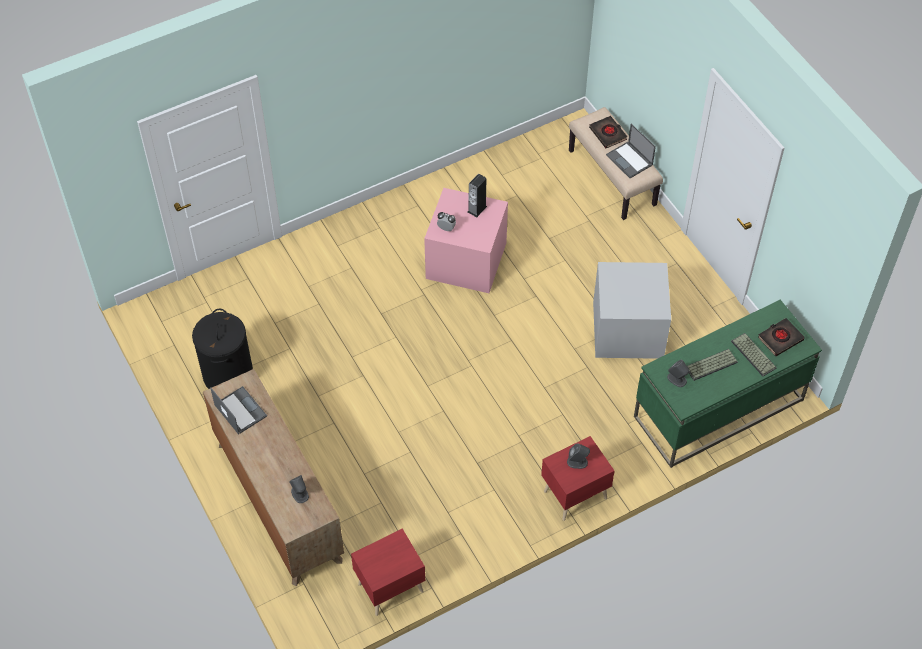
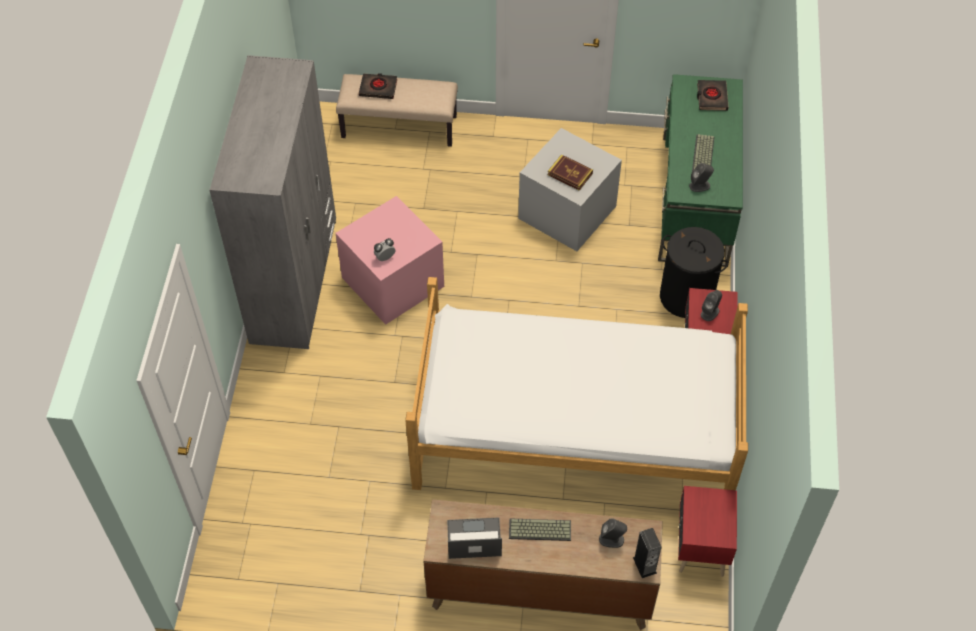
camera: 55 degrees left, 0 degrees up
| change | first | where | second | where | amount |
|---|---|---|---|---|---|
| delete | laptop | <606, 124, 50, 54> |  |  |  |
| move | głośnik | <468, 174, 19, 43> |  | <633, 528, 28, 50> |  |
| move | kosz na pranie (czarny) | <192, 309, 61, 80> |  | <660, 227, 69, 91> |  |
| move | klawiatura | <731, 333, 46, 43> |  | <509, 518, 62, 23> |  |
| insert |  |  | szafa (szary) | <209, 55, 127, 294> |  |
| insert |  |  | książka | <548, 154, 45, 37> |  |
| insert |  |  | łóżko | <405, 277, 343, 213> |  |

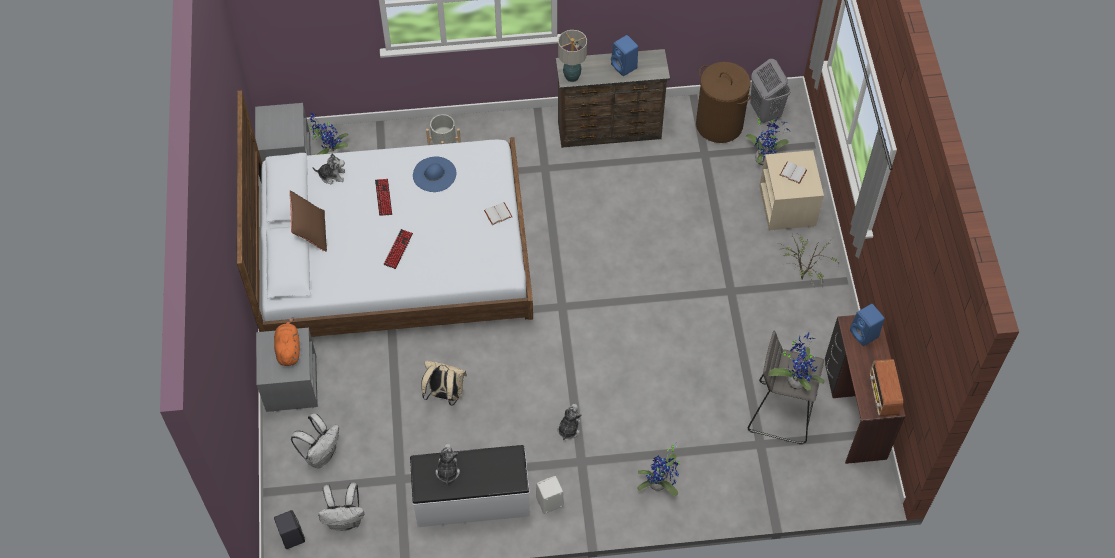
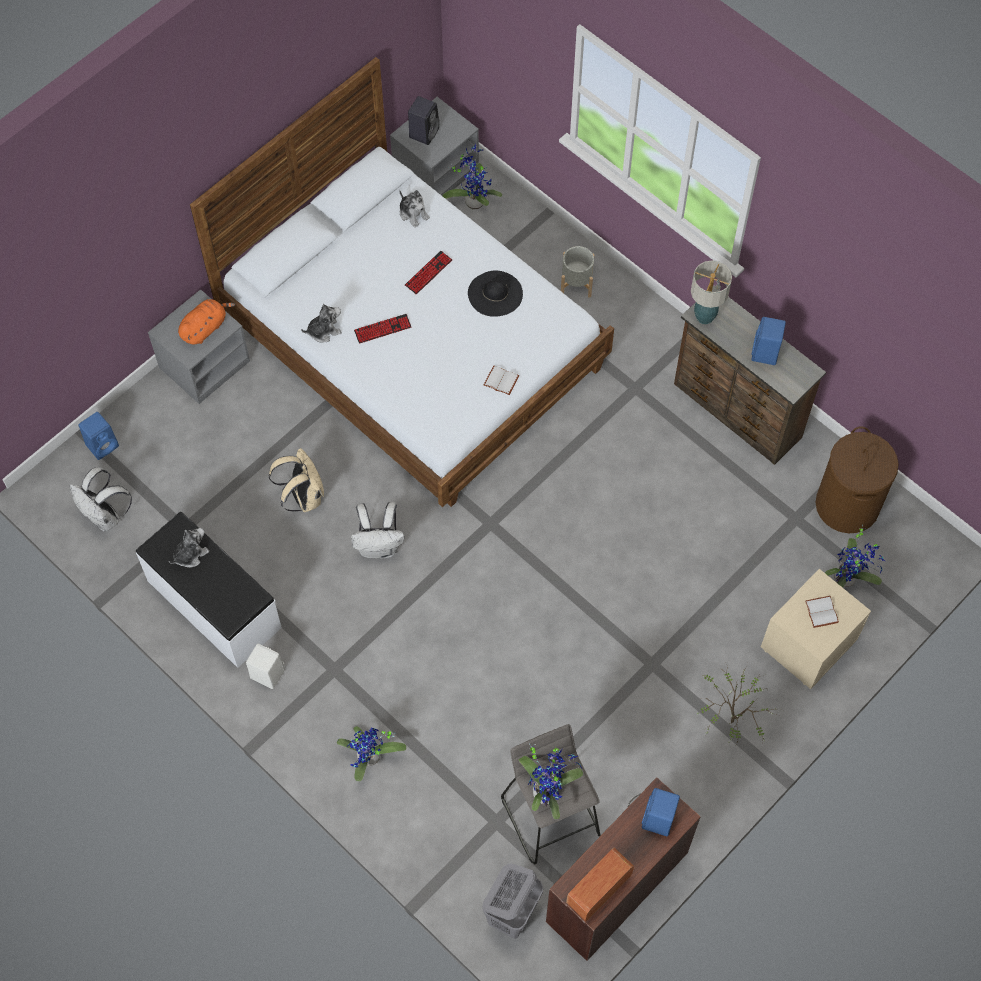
camera: 50 degrees right, 5 degrees up
| change | first | where | second | where | amount |
|---|---|---|---|---|---|
| move | kosz na pranie (szary) | <750, 59, 41, 64> |  | <482, 863, 61, 76> |  |
| recolor | kapelusz (niebieski) | <413, 157, 44, 35> | kapelusz (czarny) | <468, 271, 55, 46> |  |
| delete | poduszka (brązowy) | <289, 190, 38, 62> |  |  |  |
| move | pluszak | <558, 404, 24, 36> |  | <301, 304, 41, 38> |  |
| move | plecak (biały) | <291, 413, 48, 56> |  | <351, 502, 53, 57> |  |
| move | głośnik (czarny) | <274, 510, 31, 39> |  | <408, 96, 32, 49> |  |
| insert |  |  | głośnik (niebieski) | <78, 412, 41, 48> |  |

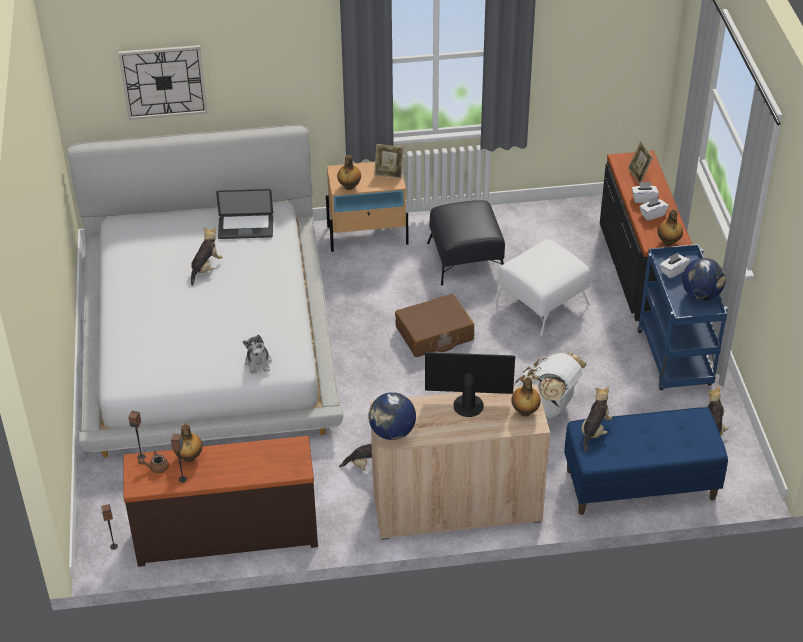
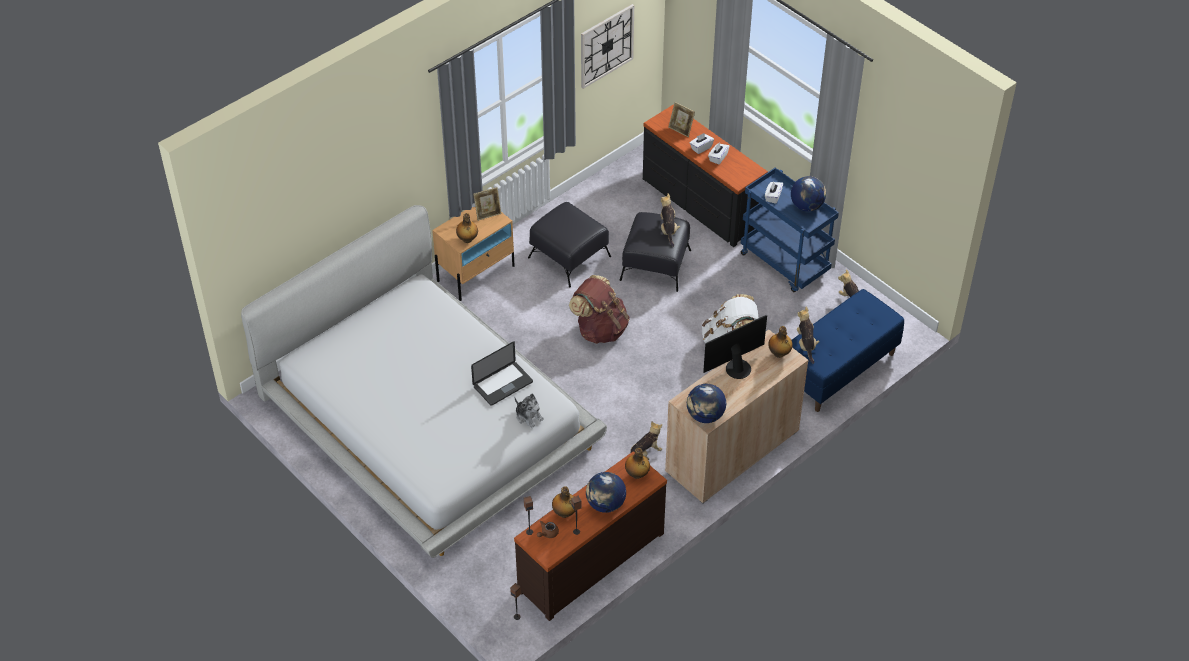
camera: 35 degrees left, 5 degrees up
| change | first | where | second | where | amount |
|---|---|---|---|---|---|
| move | zegar ścienny | <118, 45, 90, 75> |  | <581, 4, 53, 85> |  |
| move | laptop | <216, 189, 57, 50> |  | <471, 341, 62, 65> |  |
| move | butelka | <657, 209, 26, 37> |  | <625, 448, 25, 31> |  |
| move | pluszak | <191, 227, 32, 59> |  | <661, 193, 19, 54> |  |
| recolor | pufa (biały) | <494, 239, 96, 97> | pufa (czarny) | <620, 212, 71, 80> |  |
| replace | walizka (brązowy) | <395, 294, 79, 63> | plecak (brązowy) | <569, 275, 61, 69> |  |
| insert |  |  | globus | <586, 472, 40, 41> |  |

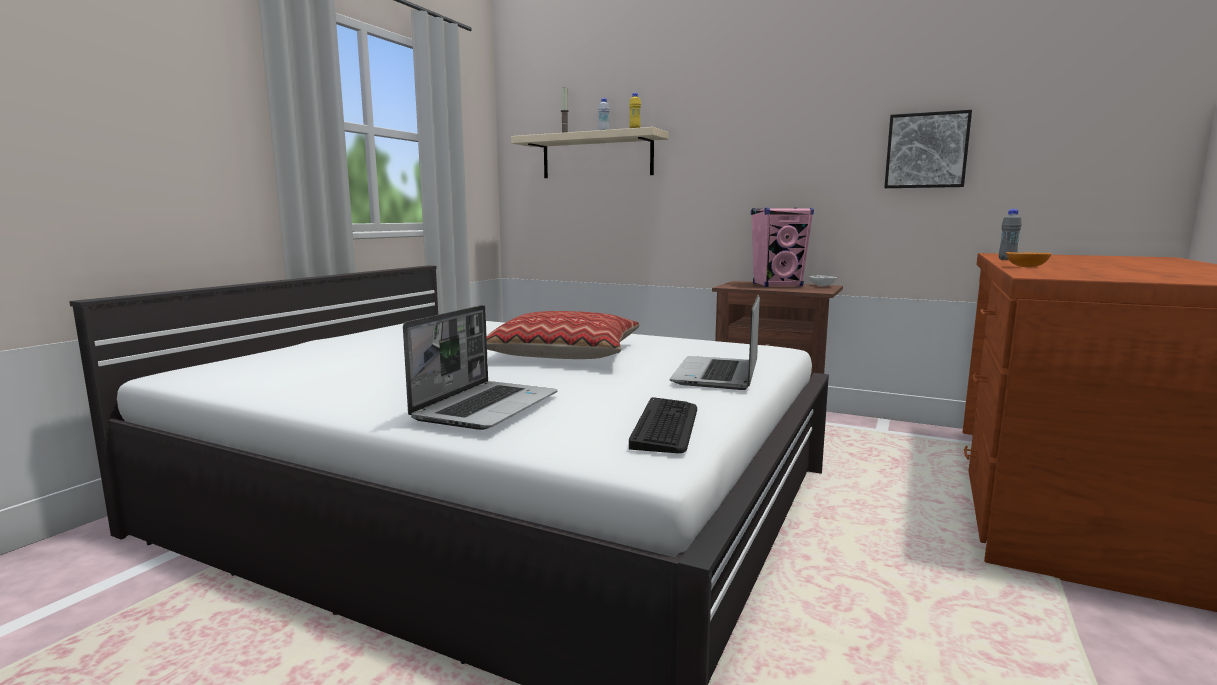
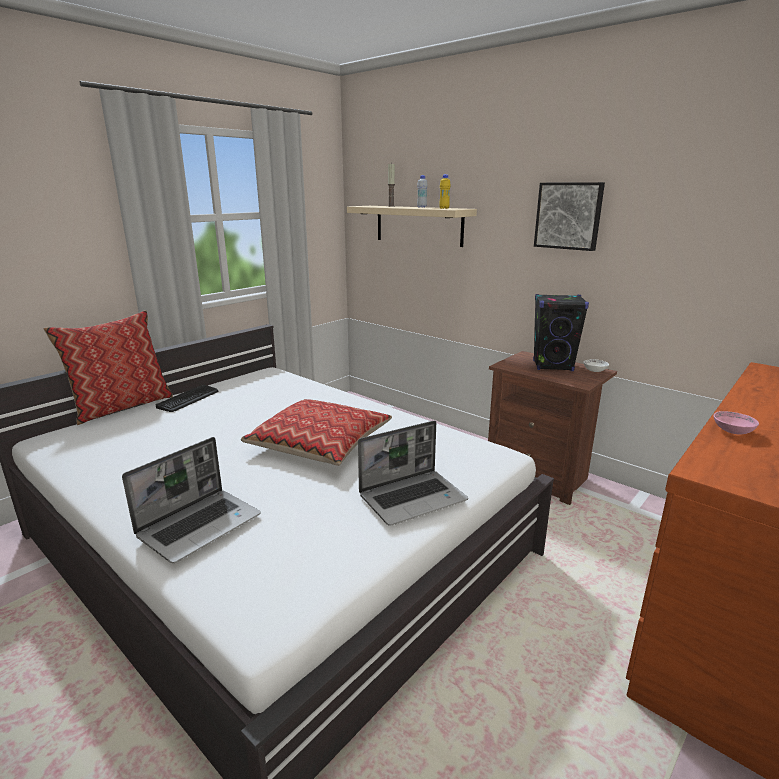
camera: 15 degrees right, 10 degrees up
| change | first | where | second | where | amount |
|---|---|---|---|---|---|
| move | obraz | <884, 110, 88, 78> |  | <534, 182, 71, 69> |  |
| recolor | głośnik (różowy) | <751, 208, 63, 79> | głośnik (czarny) | <533, 294, 56, 77> |  |
| delete | butelka (szary) | <999, 209, 22, 51> |  |  |  |
| recolor | miska (pomarańczowy) | <1006, 252, 45, 15> | miska (różowy) | <713, 411, 46, 23> |  |
| rotate | laptop | <670, 295, 90, 95> |  | <358, 420, 110, 106> | 150 degrees counterclockwise |
| move | klawiatura | <629, 397, 68, 56> |  | <156, 385, 62, 27> |  |
| insert |  |  | poduszka | <43, 310, 130, 115> |  |

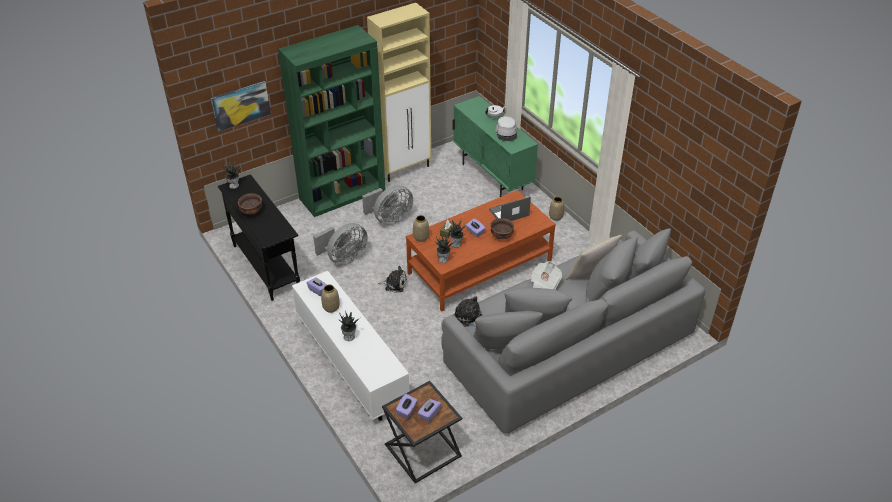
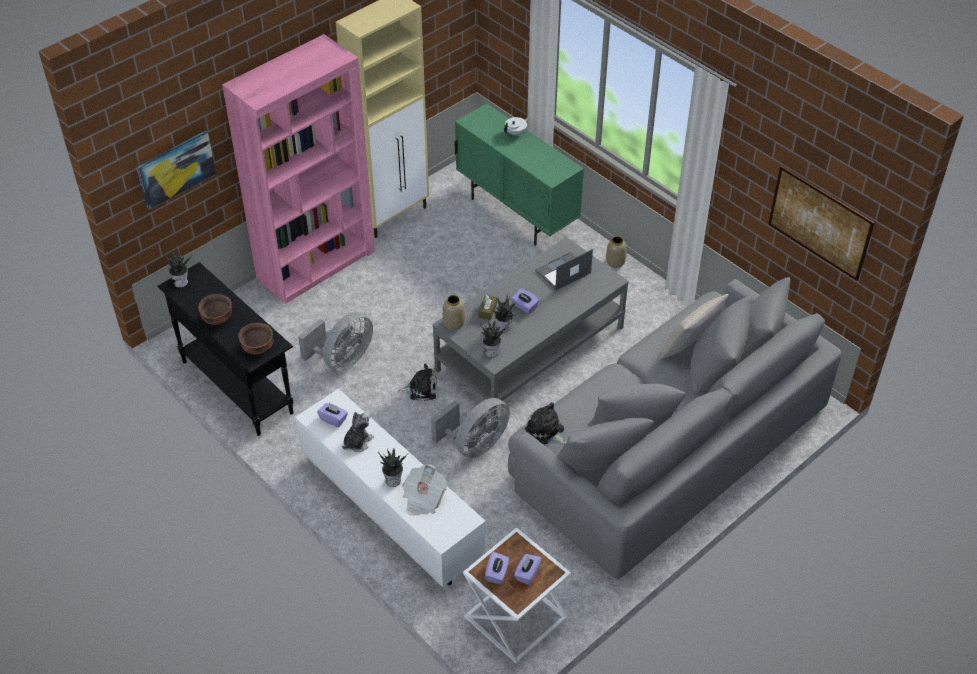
camera: 10 degrees left, 5 degrees up
| change | first | where | second | where | amount |
|---|---|---|---|---|---|
| recolor | regał (zielony) | <278, 25, 108, 192> | regał (różowy) | <222, 34, 153, 270> |  |
| delete | kapelusz (szary) | <495, 116, 22, 25> |  |  |  |
| move | wentylator (szary) | <362, 185, 51, 40> |  | <431, 398, 79, 60> |  |
| recolor | ława (brązowy) | <406, 190, 150, 122> | ława (szary) | <432, 237, 197, 183> |  |
| move | miska (brązowy) | <490, 218, 24, 21> |  | <238, 323, 35, 31> |  |
| move | gazeta | <531, 261, 31, 29> |  | <402, 464, 45, 52> |  |
| replace | wazon | <321, 284, 19, 29> | pluszak | <342, 412, 32, 40> |  |
| recolor | stolik (czarny) | <382, 381, 80, 102> | stolik (biały) | <463, 527, 108, 136> |  |
| insert |  |  | obraz | <768, 166, 107, 115> |  |

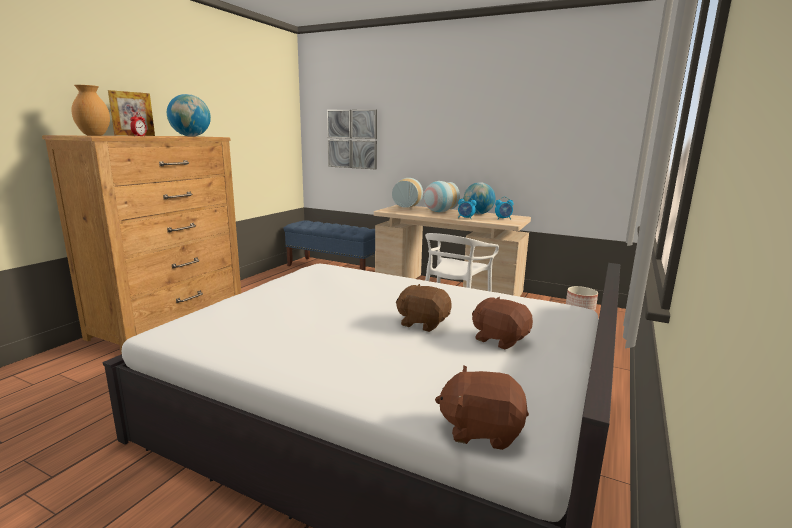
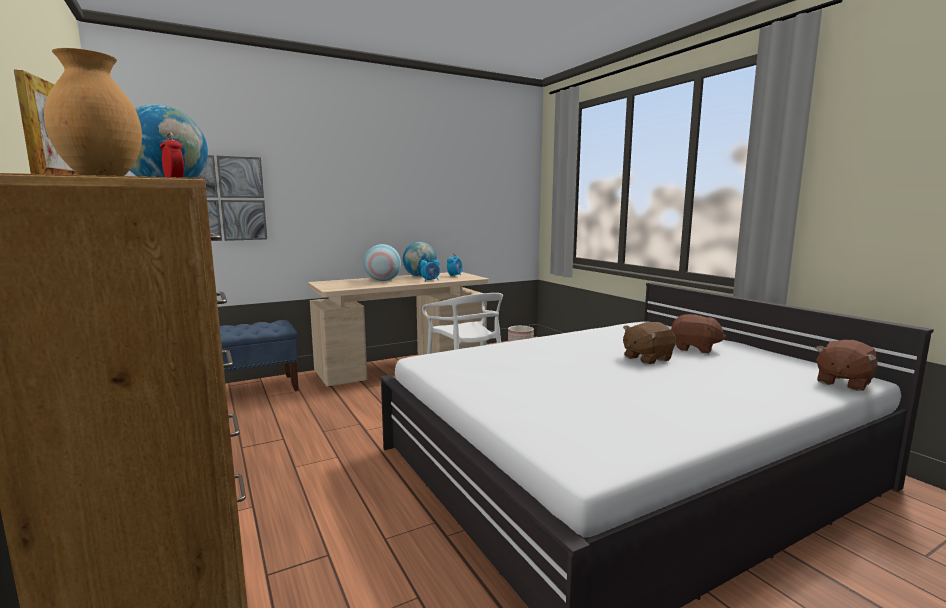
camera: 55 degrees left, 5 degrees down
| change | first | where | second | where | amount |
|---|---|---|---|---|---|
| delete | wazon | <392, 178, 31, 30> |  |  |  |
| rotate | pluszak (brązowy) | <472, 297, 61, 52> |  | <671, 314, 55, 40> | 135 degrees counterclockwise |

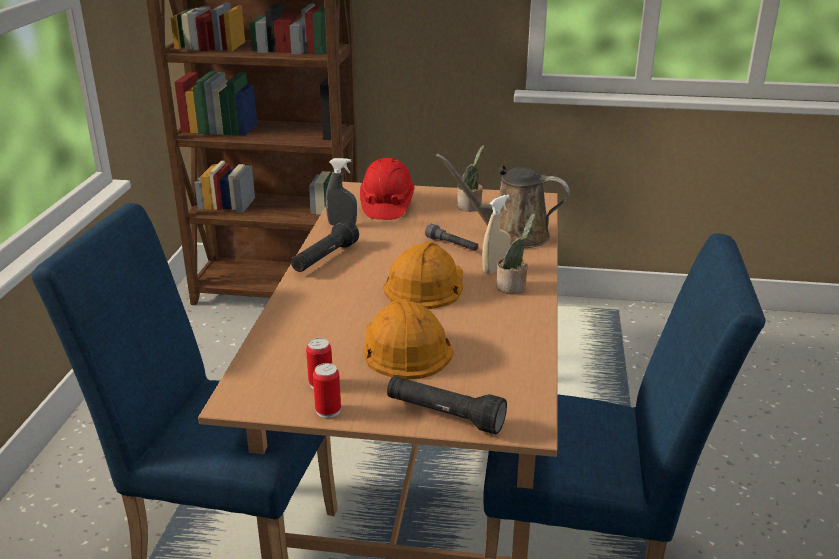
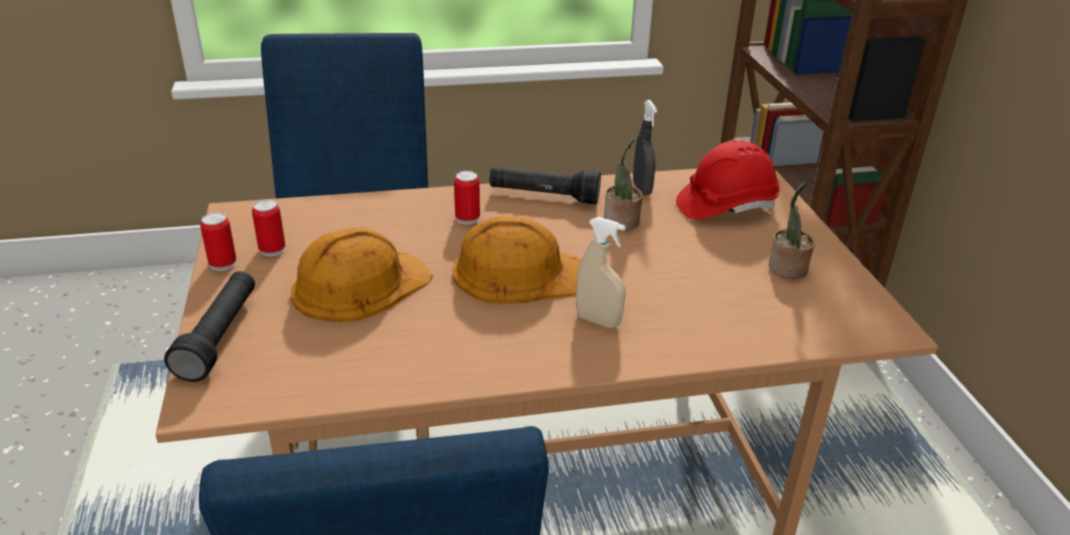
camera: 70 degrees right, 5 degrees up
| change | first | where | second | where | amount |
|---|---|---|---|---|---|
| delete | konewka (brązowy) | <436, 154, 134, 94> |  |  |  |
| move | roślina doniczkowa | <496, 213, 40, 81> |  | <604, 138, 39, 92> |  |
| delete | latarka (szary) | <425, 224, 53, 27> |  |  |  |
| insert |  |  | puszka | <454, 171, 26, 54> |  |

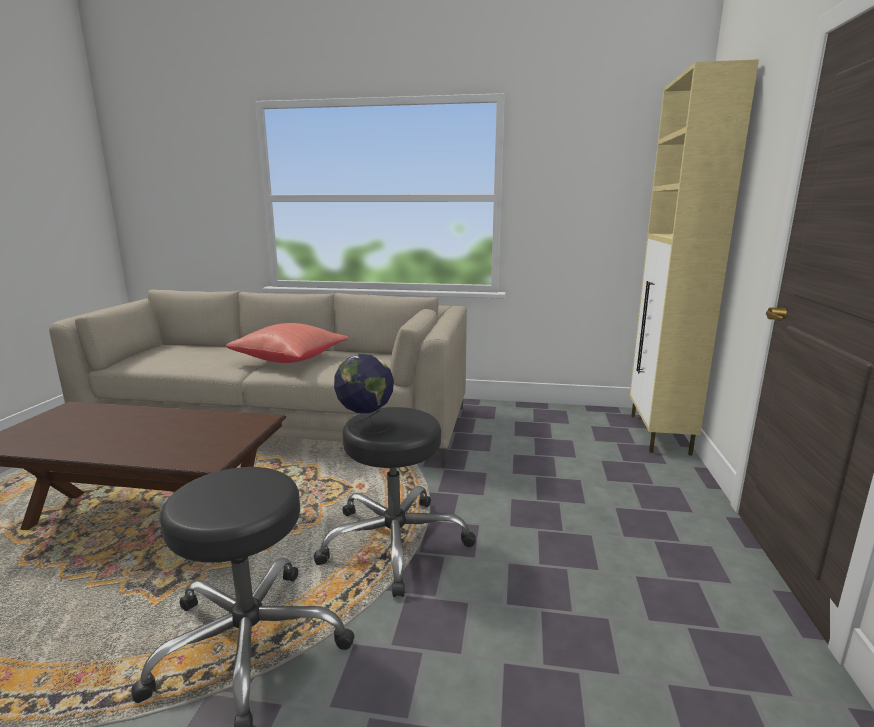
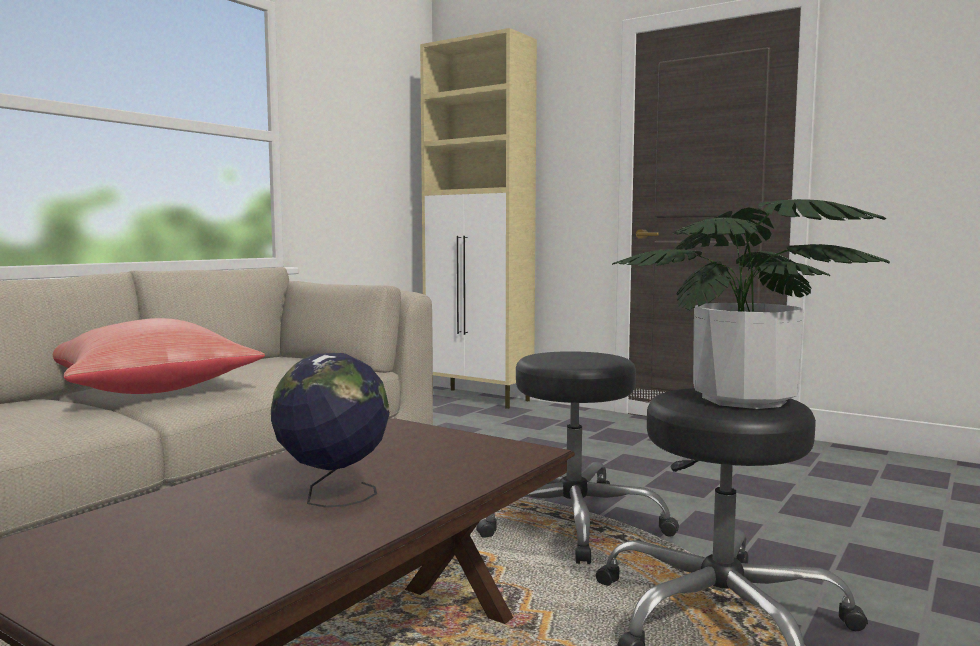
camera: 65 degrees left, 10 degrees down
| change | first | where | second | where | amount |
|---|---|---|---|---|---|
| move | globus | <334, 354, 60, 79> |  | <271, 353, 119, 155> |  |
| insert |  |  | roślina doniczkowa | <612, 199, 278, 210> |  |

